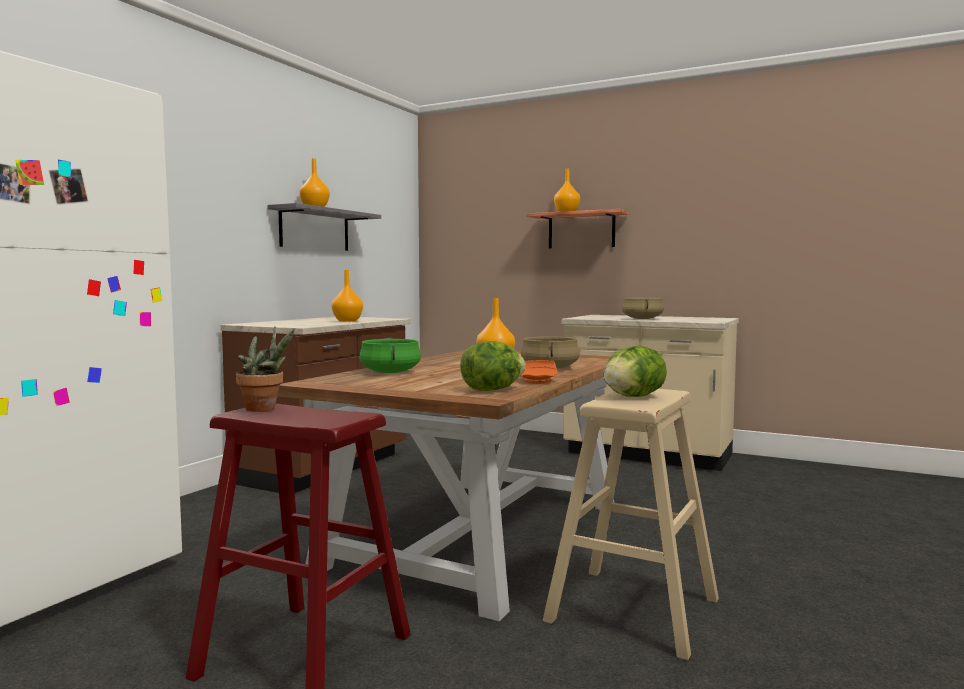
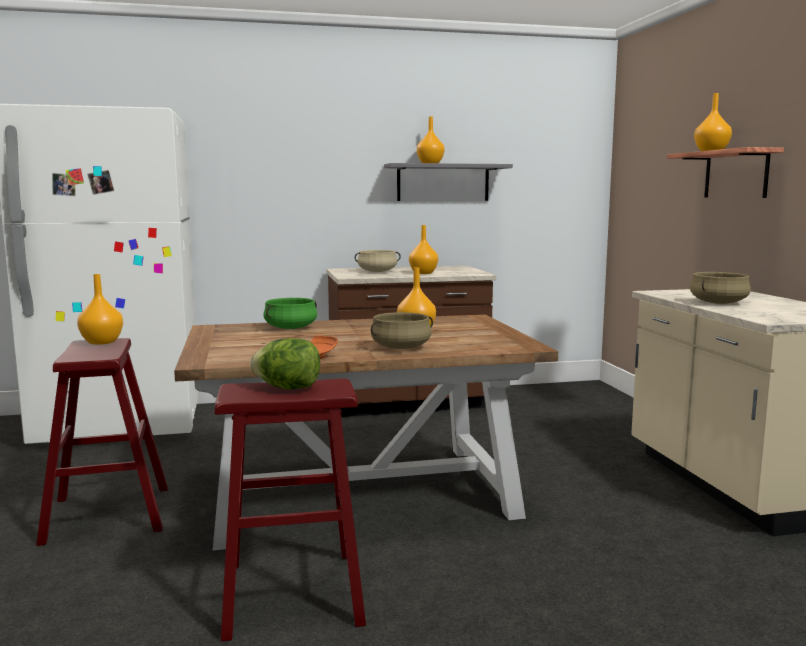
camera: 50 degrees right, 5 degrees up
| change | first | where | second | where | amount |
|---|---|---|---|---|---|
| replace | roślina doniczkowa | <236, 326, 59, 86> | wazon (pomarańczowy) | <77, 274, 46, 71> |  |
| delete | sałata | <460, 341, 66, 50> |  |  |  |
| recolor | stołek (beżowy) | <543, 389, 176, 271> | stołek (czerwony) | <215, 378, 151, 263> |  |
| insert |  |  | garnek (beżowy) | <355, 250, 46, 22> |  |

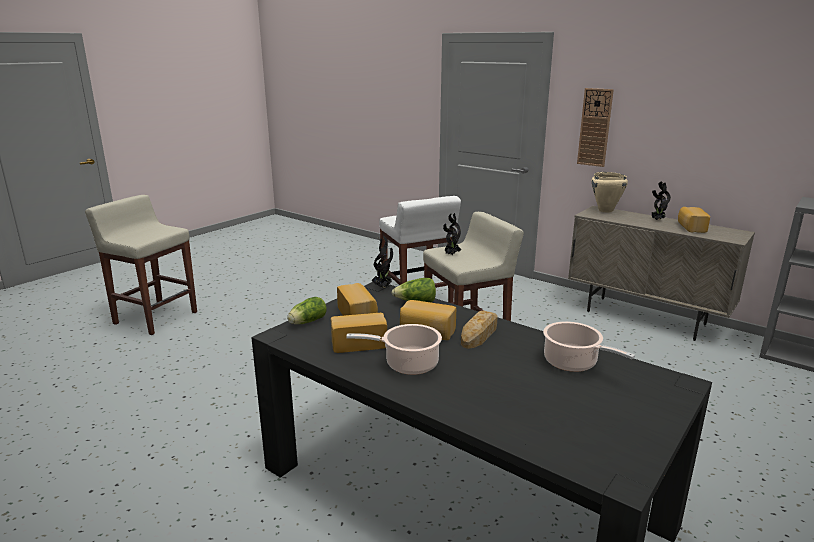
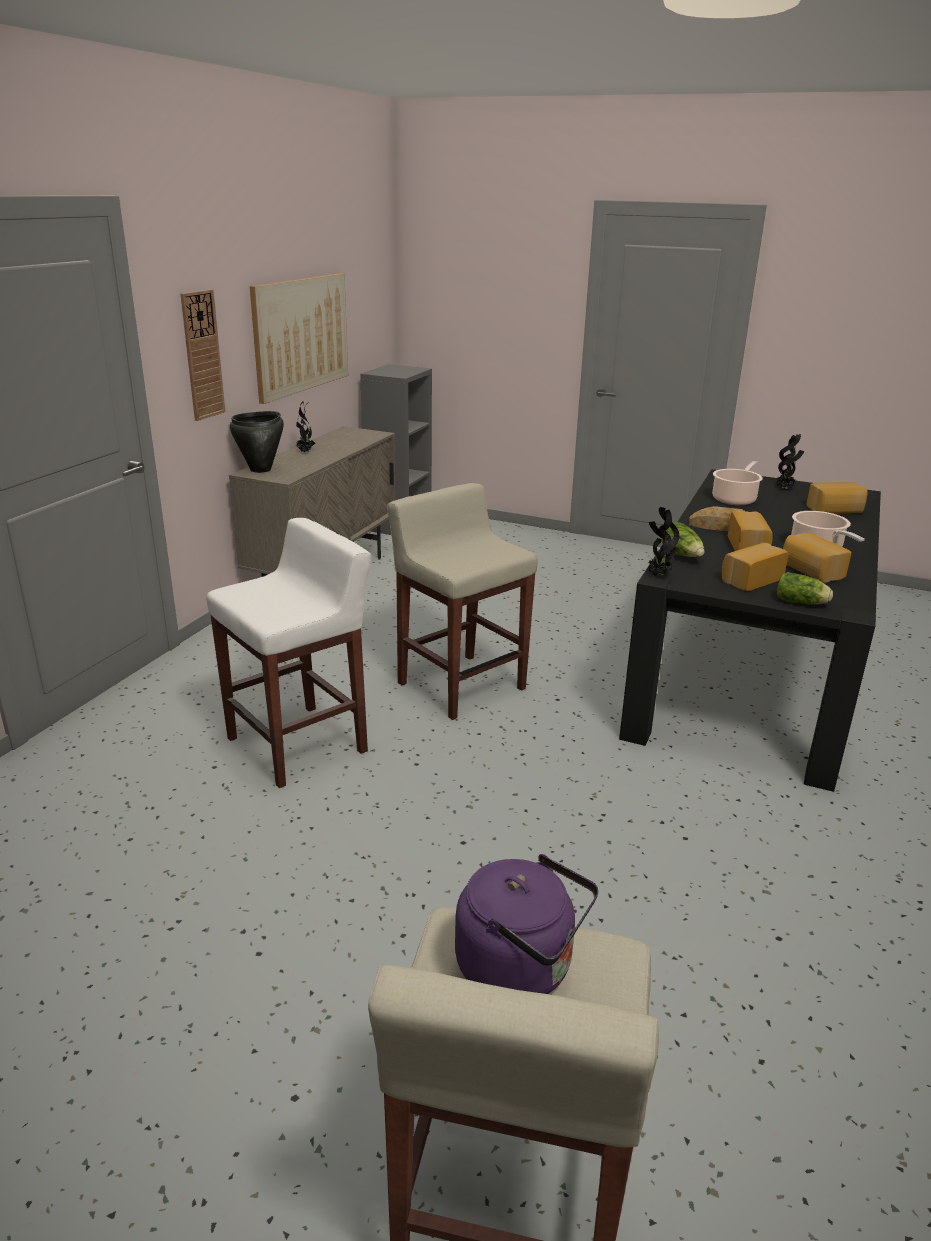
camera: 105 degrees left, 5 degrees up
| change | first | where | second | where | amount |
|---|---|---|---|---|---|
| recolor | garnek (beżowy) | <591, 172, 37, 41> | garnek (czarny) | <230, 411, 54, 62> |  |
| move | chleb | <678, 207, 32, 26> |  | <807, 482, 61, 32> |  |
| move | roślina doniczkowa | <443, 213, 19, 42> |  | <776, 434, 28, 55> |  |
| insert |  |  | obraz | <250, 273, 98, 131> |  |
| insert |  |  | czajnik (fioletowy) | <455, 854, 143, 140> |  |

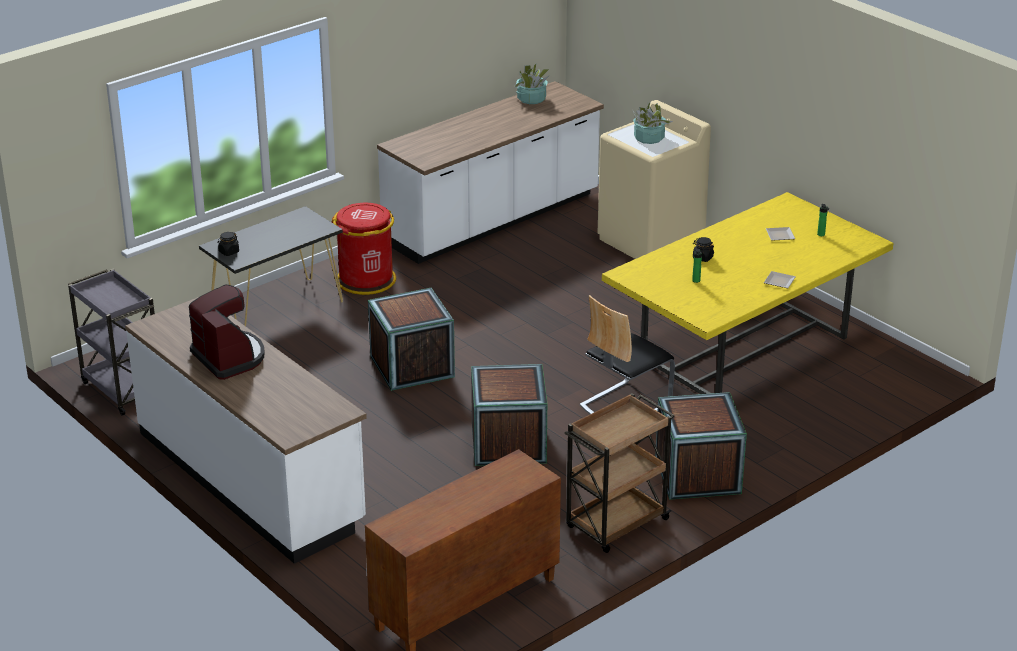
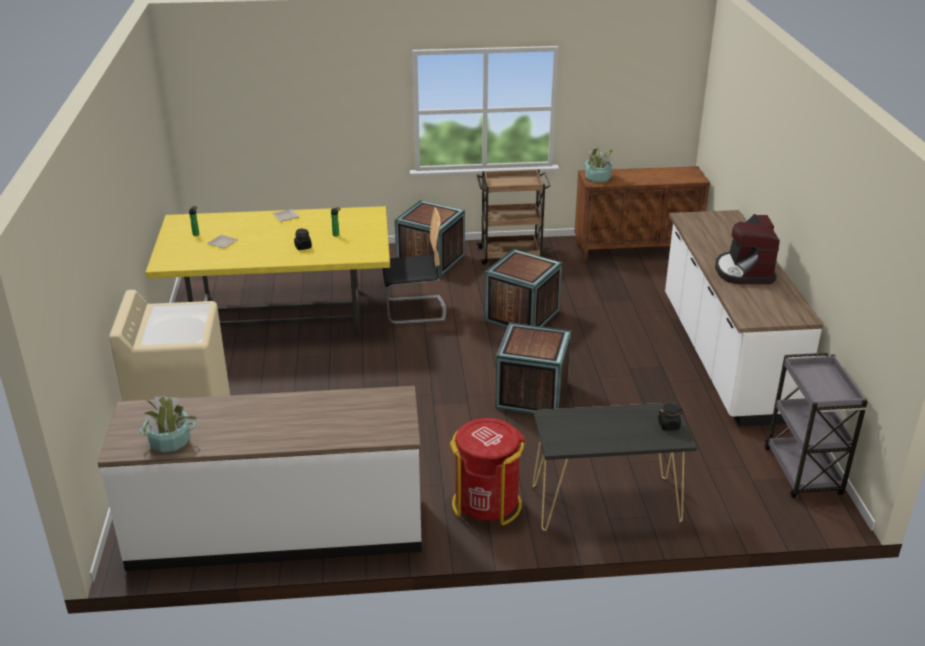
camera: 145 degrees left, 0 degrees up
| change | first | where | second | where | amount |
|---|---|---|---|---|---|
| move | roślina doniczkowa | <632, 103, 41, 41> |  | <585, 146, 29, 37> |  |

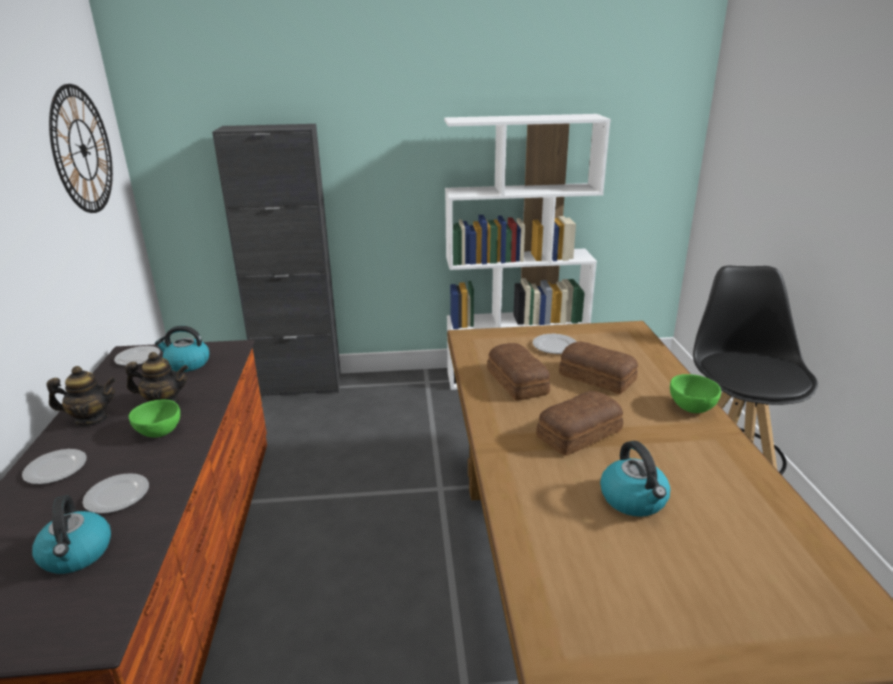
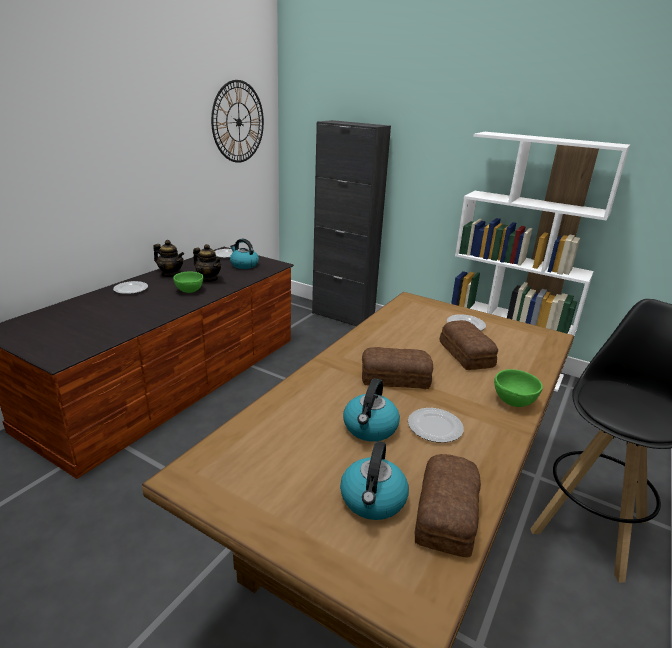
camera: 35 degrees right, 0 degrees up
| change | first | where | second | where | amount |
|---|---|---|---|---|---|
| move | chleb | <487, 343, 63, 58> |  | <415, 454, 66, 103> |  |
| move | talerz | <83, 473, 66, 41> |  | <408, 408, 56, 35> |  |
| move | czajnik | <32, 495, 79, 79> |  | <340, 441, 69, 79> |  |

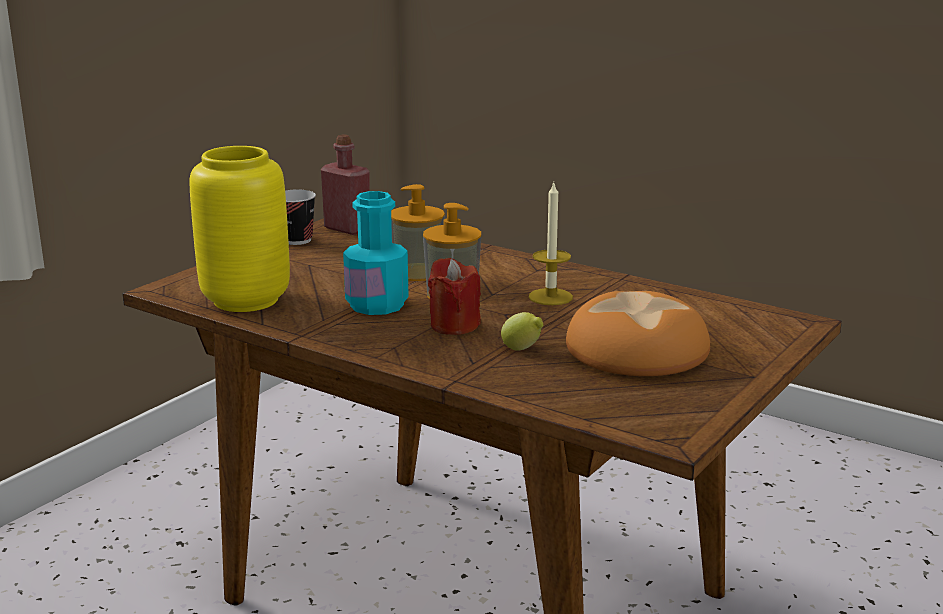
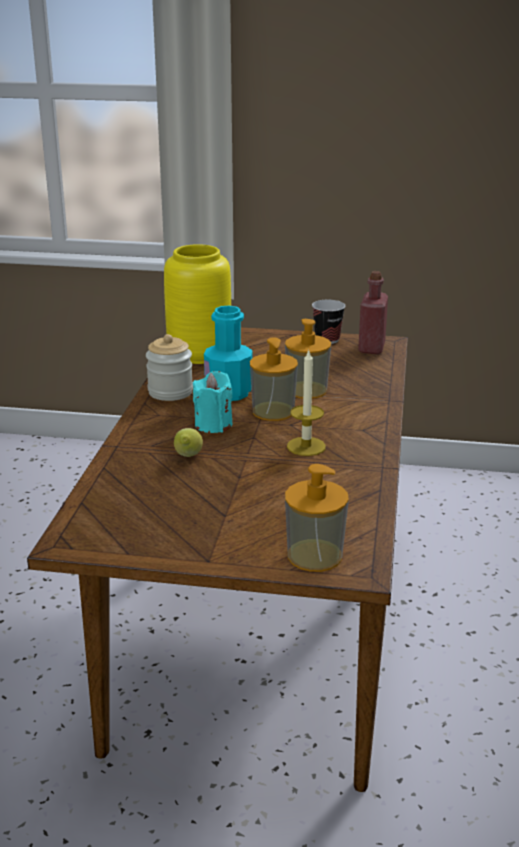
camera: 65 degrees right, 5 degrees up
| change | first | where | second | where | amount |
|---|---|---|---|---|---|
| recolor | świeca (czerwony) | <428, 258, 53, 77> | świeca (turkusowy) | <193, 371, 40, 62> |  |
| delete | chleb | <566, 291, 144, 85> |  |  |  |
| insert |  |  | słoik | <146, 334, 47, 67> |  |
| insert |  |  | dozownik mydła | <285, 464, 64, 108> |  |

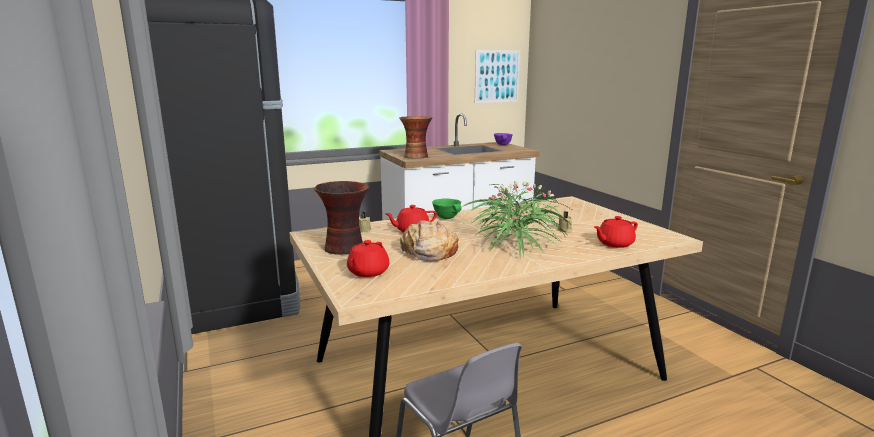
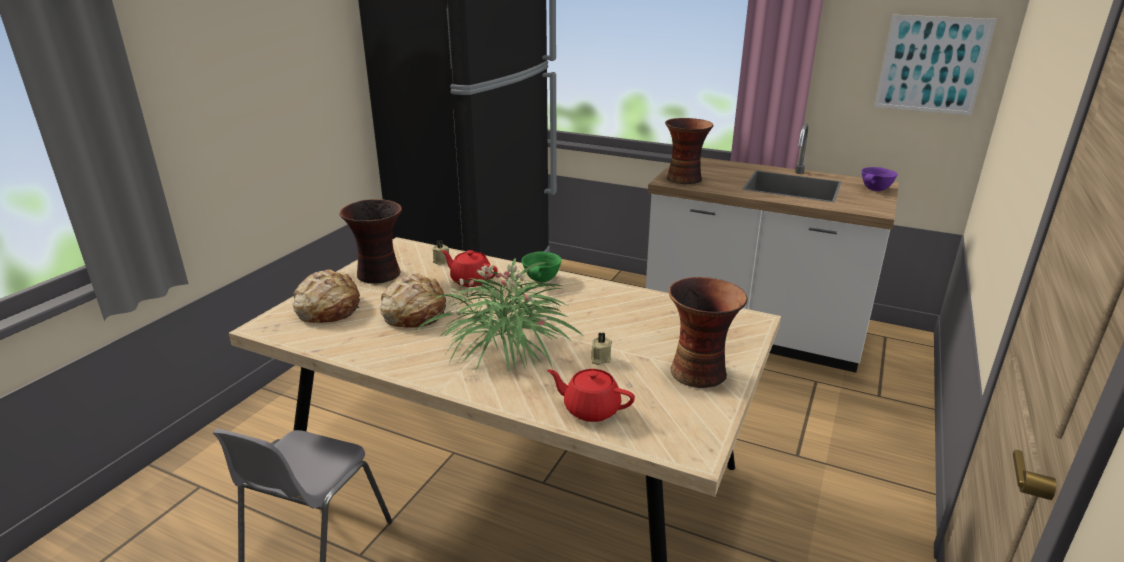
camera: 50 degrees right, 10 degrees up
| change | first | where | second | where | amount |
|---|---|---|---|---|---|
| replace | imbryk (czerwony) | <347, 240, 42, 37> | chleb | <293, 269, 67, 54> |  |
| insert |  |  | wazon | <669, 277, 78, 111> |  |

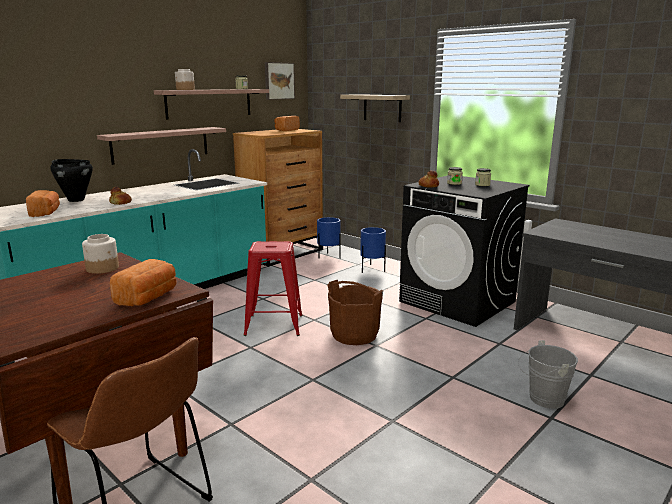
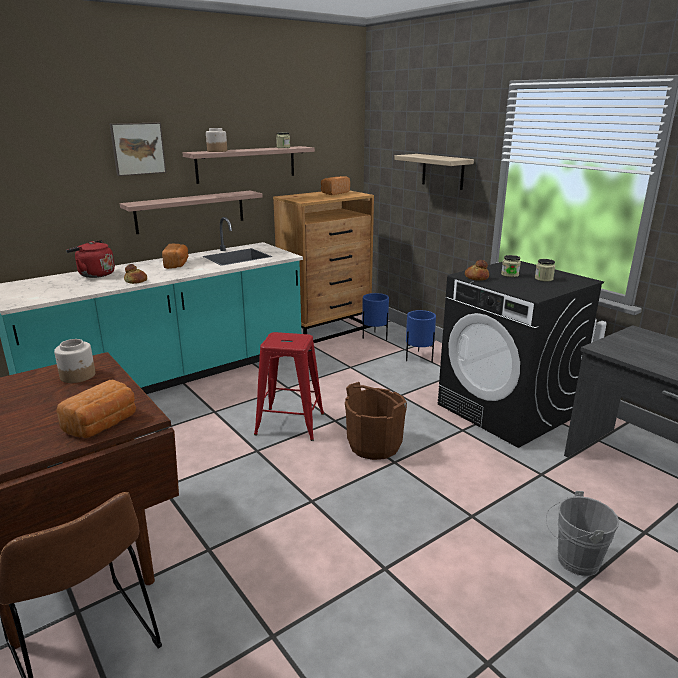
camera: 10 degrees right, 5 degrees up
| change | first | where | second | where | amount |
|---|---|---|---|---|---|
| move | obraz | <265, 62, 30, 38> |  | <110, 123, 56, 53> |  |
| replace | garnek (czarny) | <50, 159, 43, 43> | czajnik (czerwony) | <66, 240, 49, 38> |  |
| move | chleb | <26, 190, 34, 27> |  | <162, 244, 26, 25> |  |

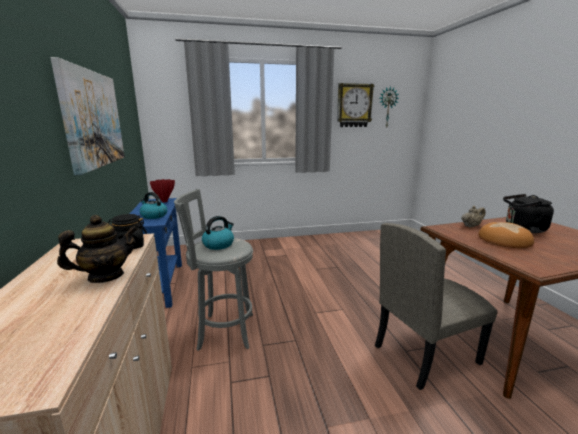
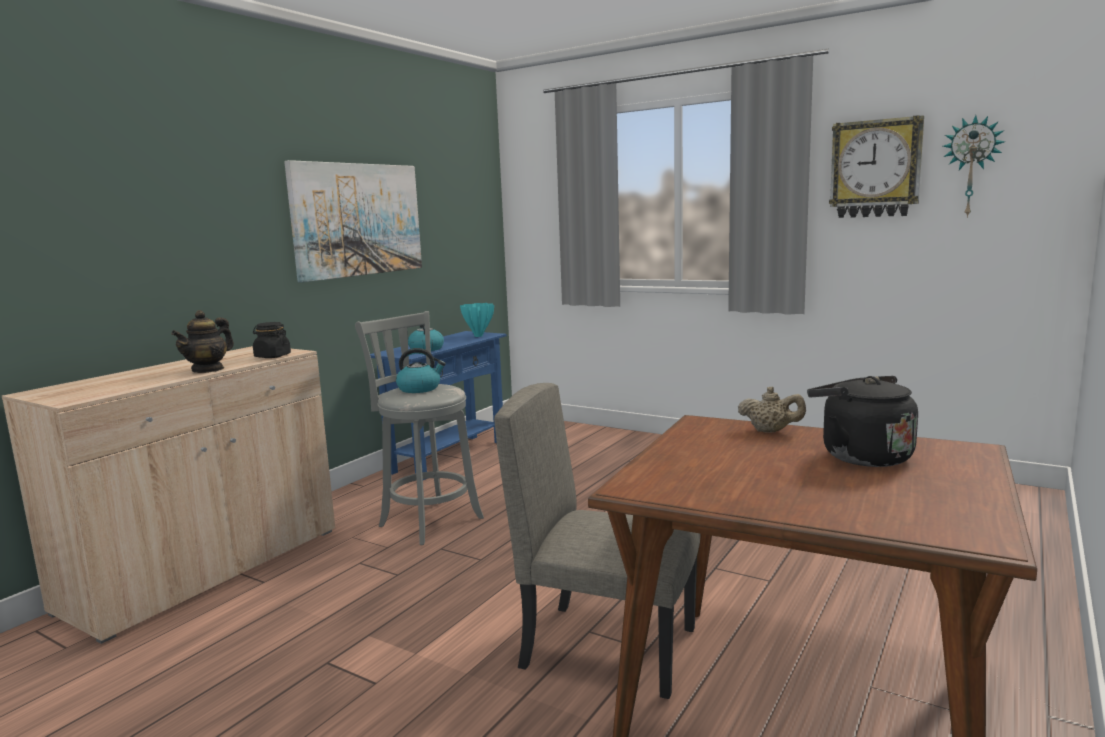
camera: 45 degrees right, 5 degrees down
| change | first | where | second | where | amount |
|---|---|---|---|---|---|
| recolor | wazon (czerwony) | <150, 179, 25, 24> | wazon (turkusowy) | <460, 303, 34, 34> |  |
| rotate | imbryk | <57, 215, 81, 68> |  | <171, 310, 63, 63> | 105 degrees clockwise |
| delete | chleb | <478, 222, 56, 26> |  |  |  |

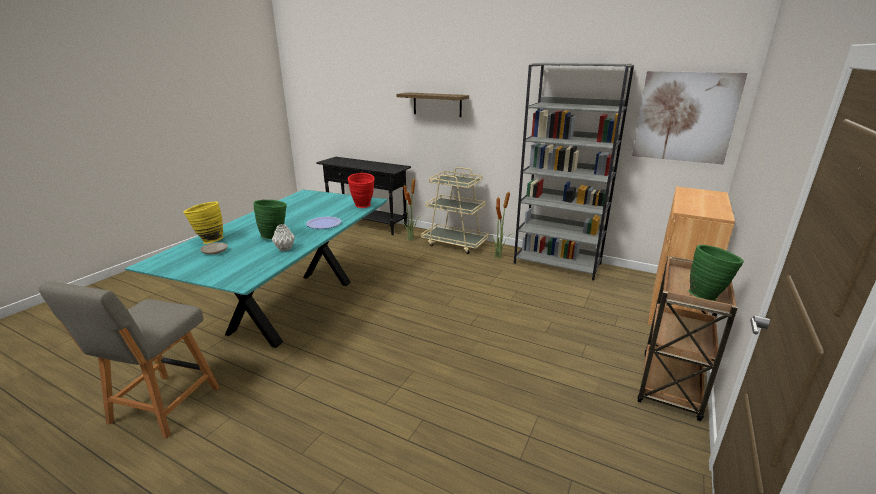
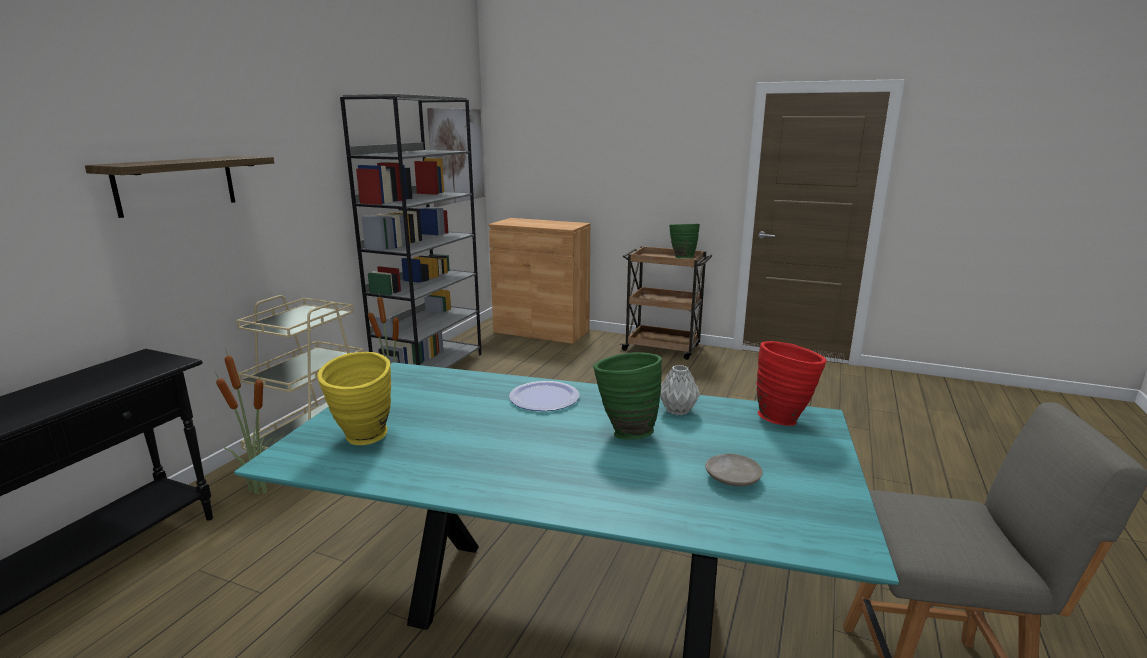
camera: 95 degrees left, 5 degrees down
| change | first | where | second | where | amount |
|---|---|---|---|---|---|
| move | wazon (czerwony) | <348, 173, 27, 35> |  | <756, 341, 71, 85> |  |
| move | wazon (żółty) | <183, 202, 40, 42> |  | <317, 352, 74, 93> |  |

